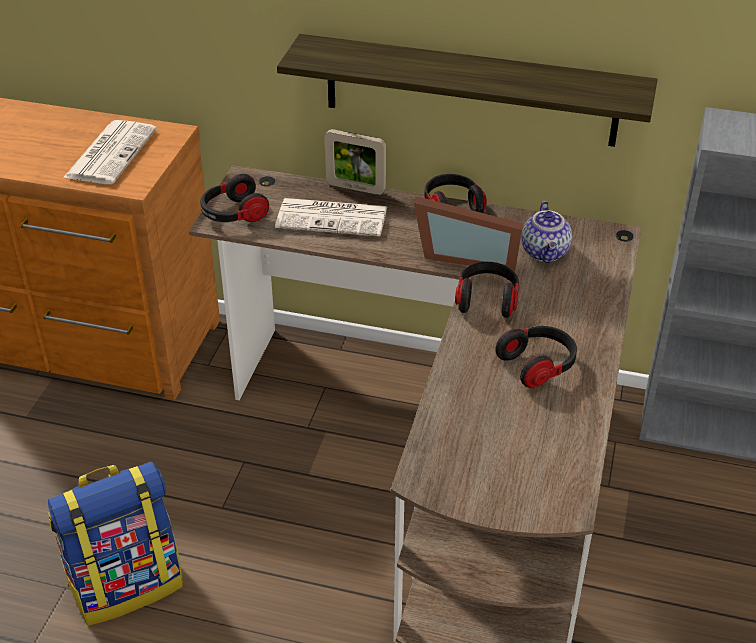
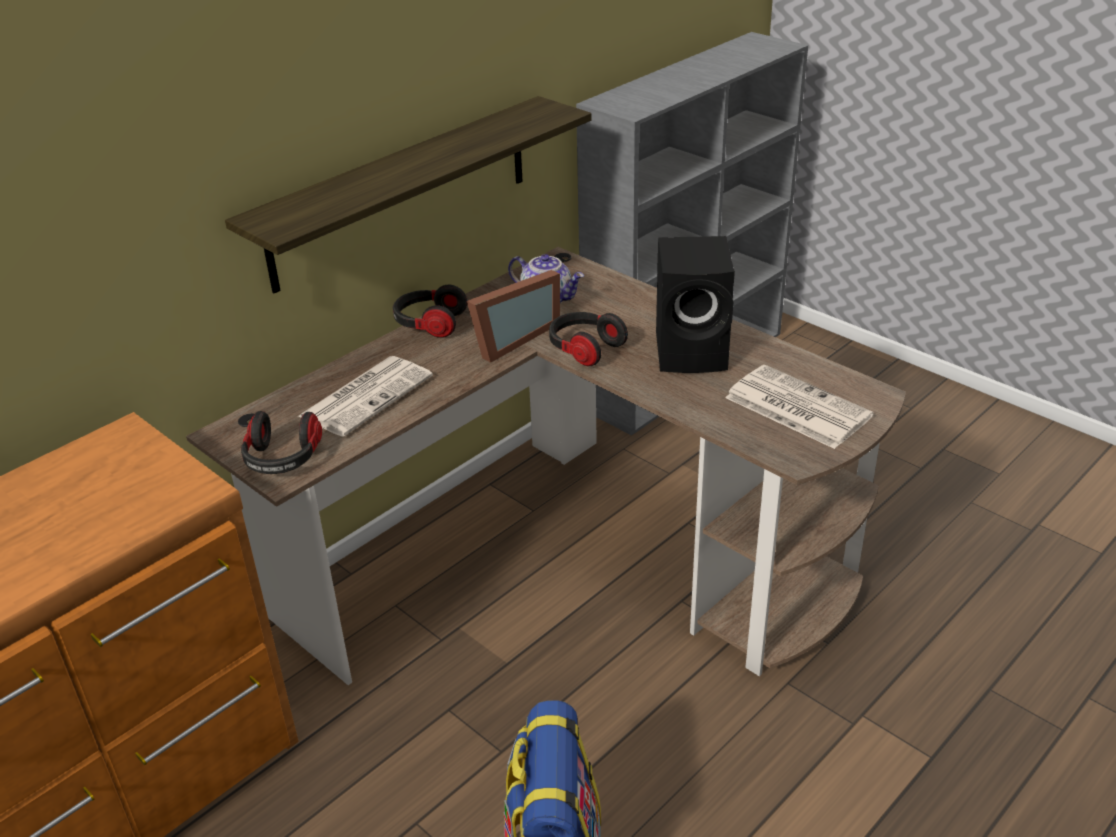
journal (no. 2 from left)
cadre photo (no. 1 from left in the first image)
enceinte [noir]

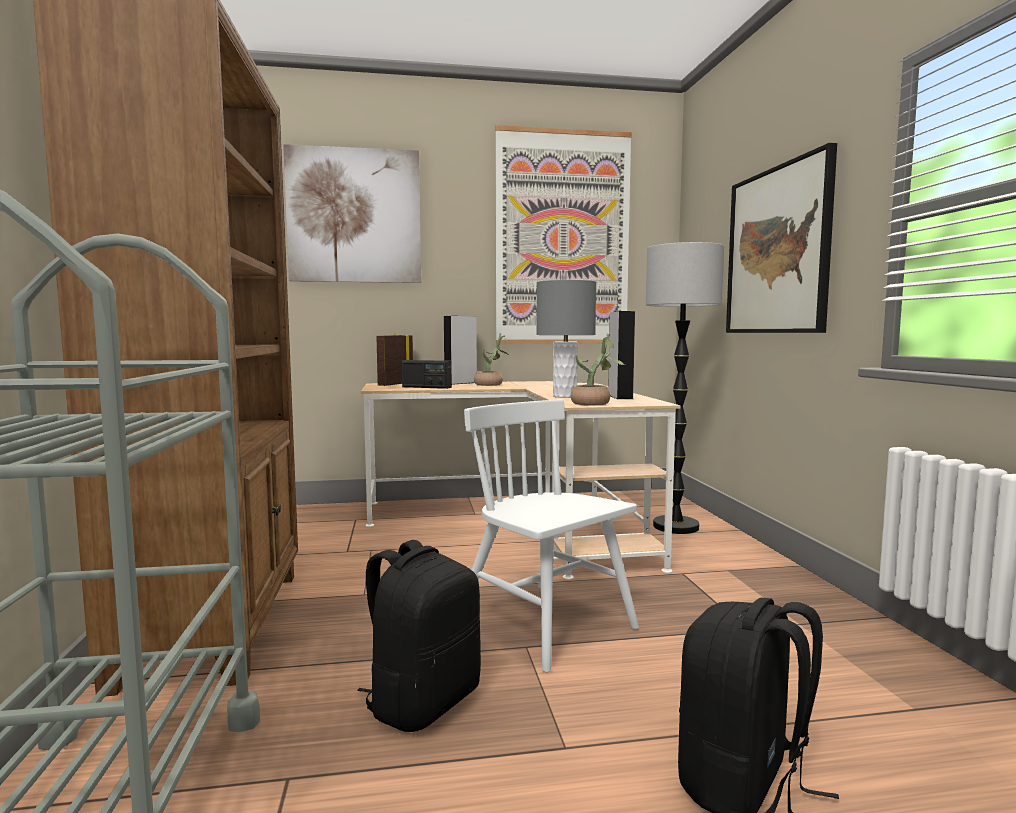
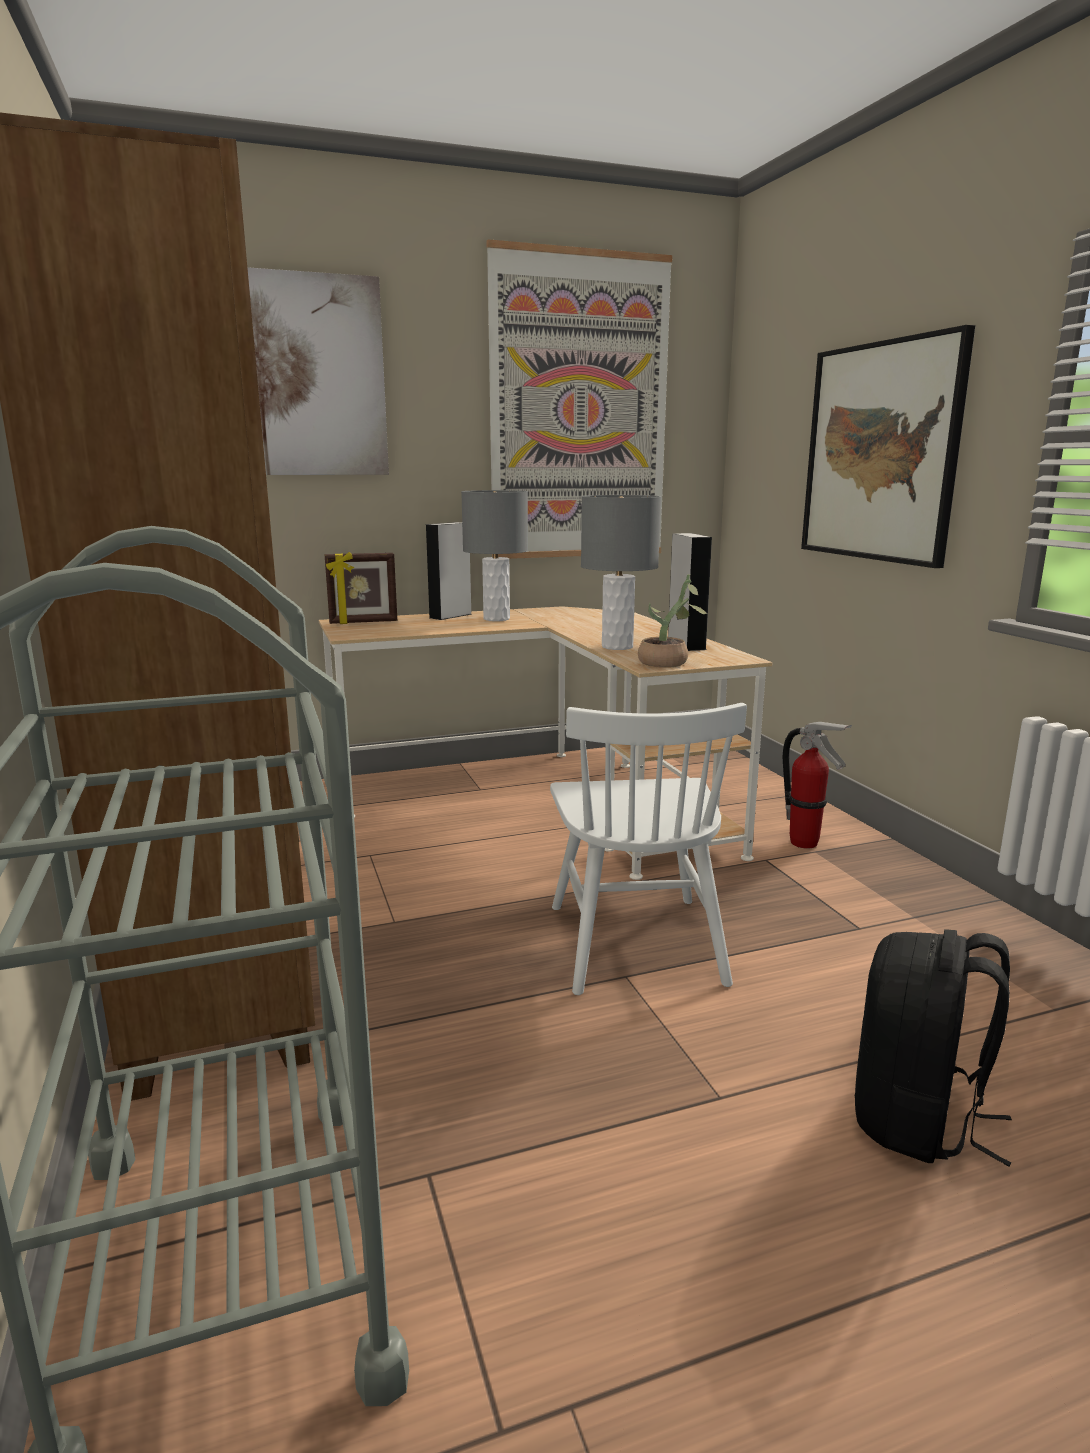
lampadaire
lampe de table [gris] (no. 1 from left)
cadre photo
radio
chaise [blanc]
sac à dos [noir] (no. 1 from left in the first image)
extincteur

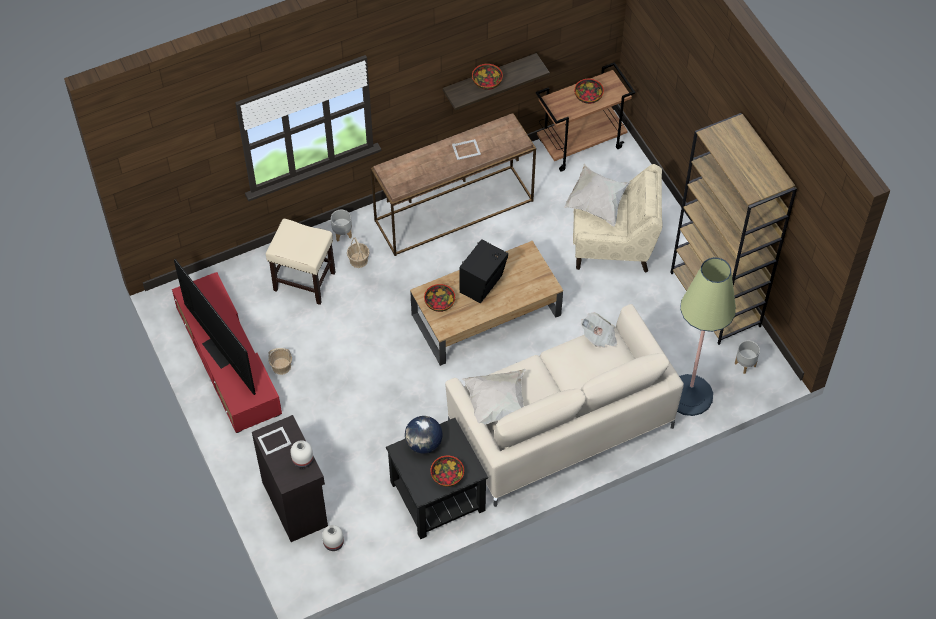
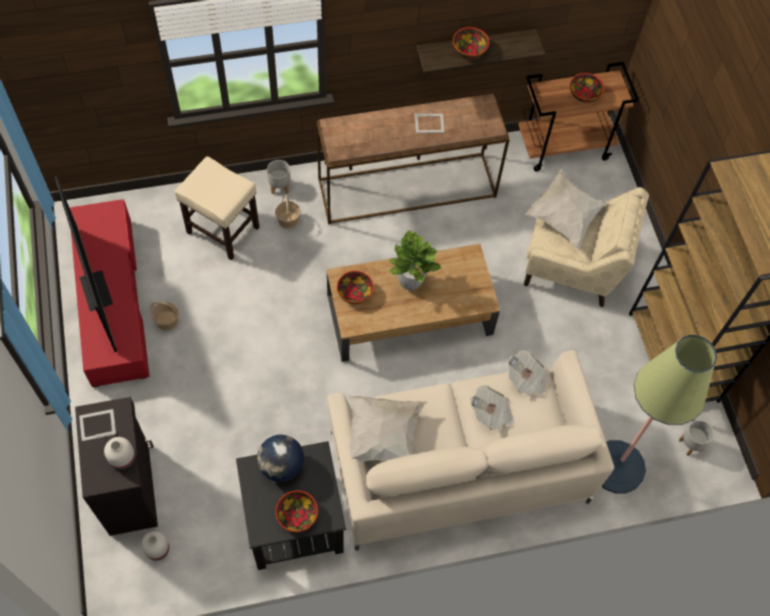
plante en pot
journal (no. 1 from left)

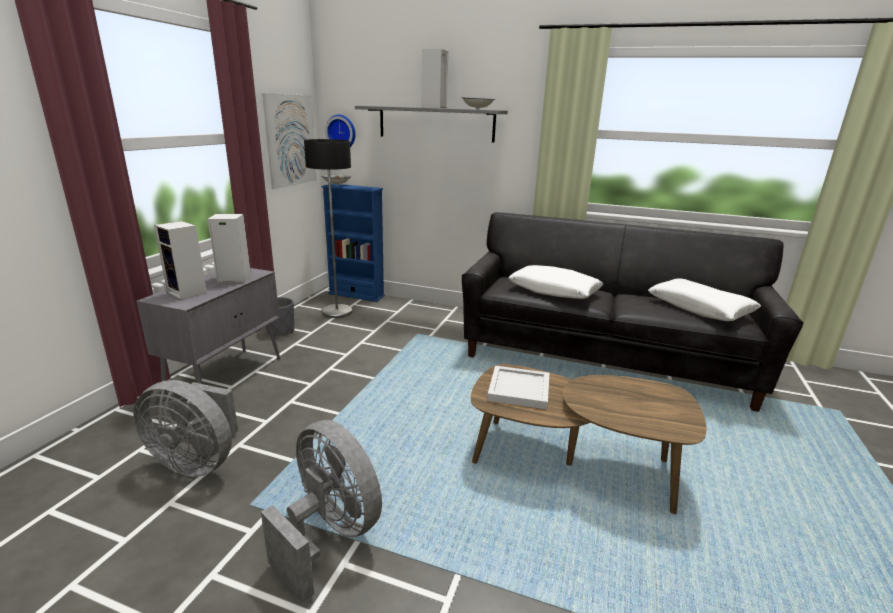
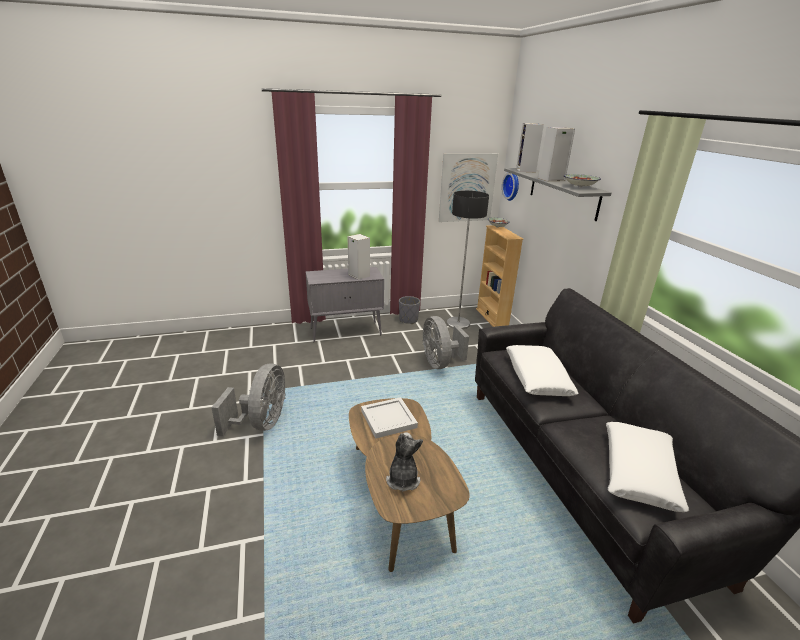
bibliothèque [beige]
enceinte (no. 2 from left)
ventilateur [gris] (no. 2 from left)
peluche

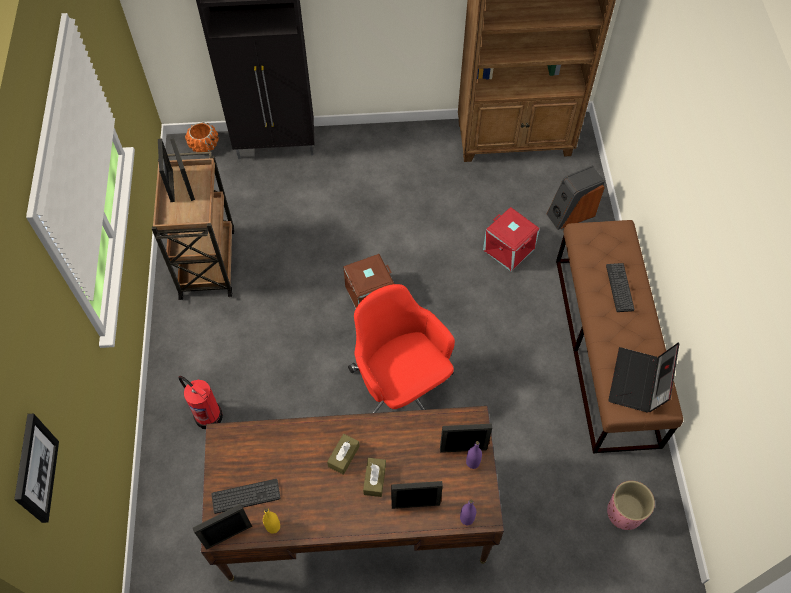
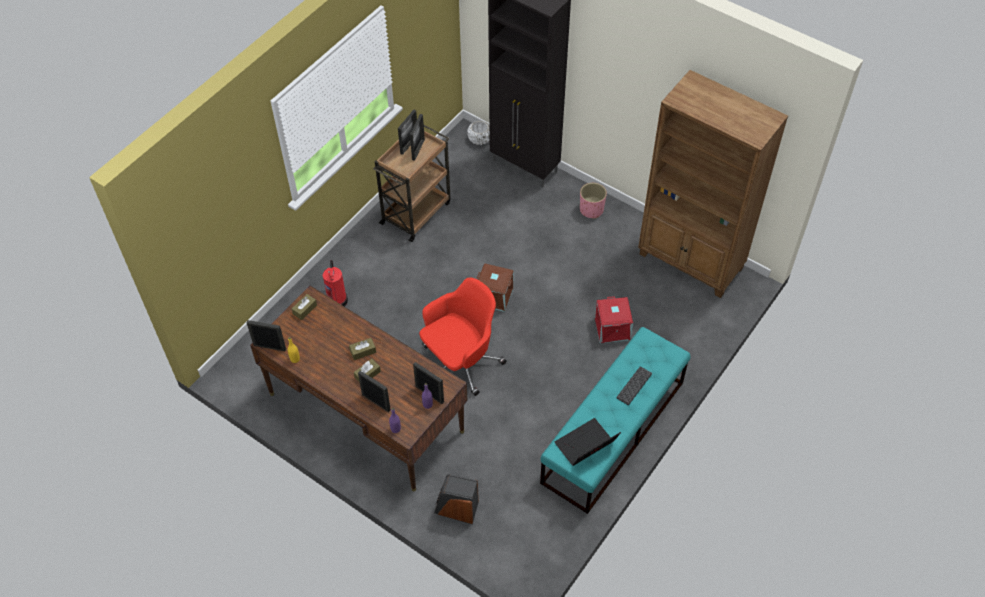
cache-pot [blanc]
enceinte
banc [turquoise]
chaise de bureau [rouge]
tableau
clavier (no. 1 from left in the first image)
cache-pot [rose]
boîte à mouchoirs [marron] (no. 1 from left)

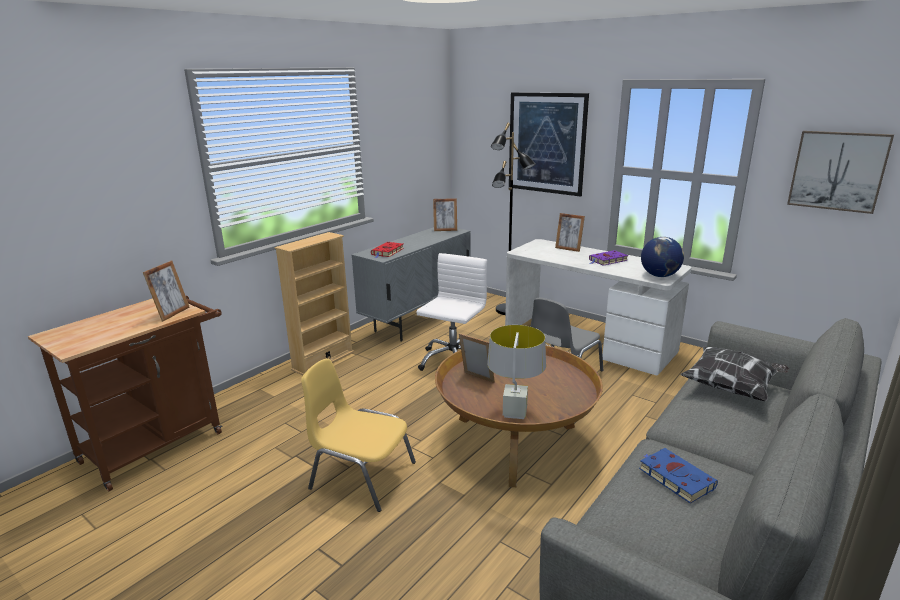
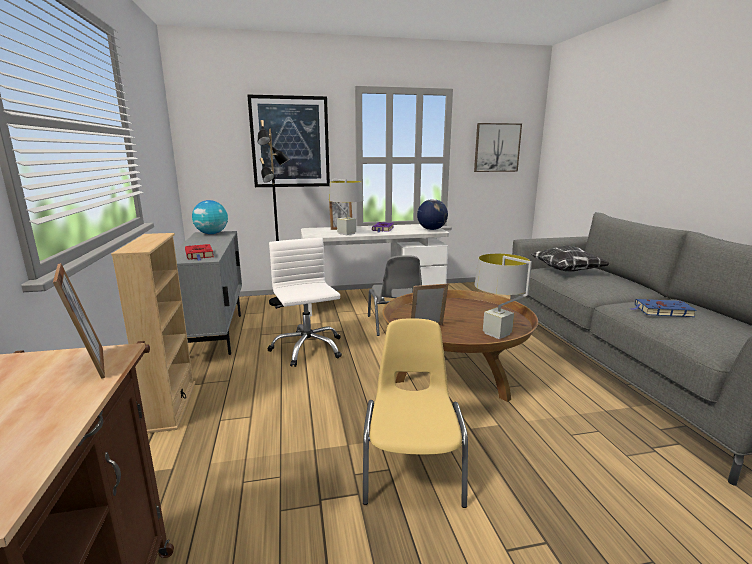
globe (no. 1 from left)
chaise [jaune]
lampe de table [gris] (no. 1 from left)

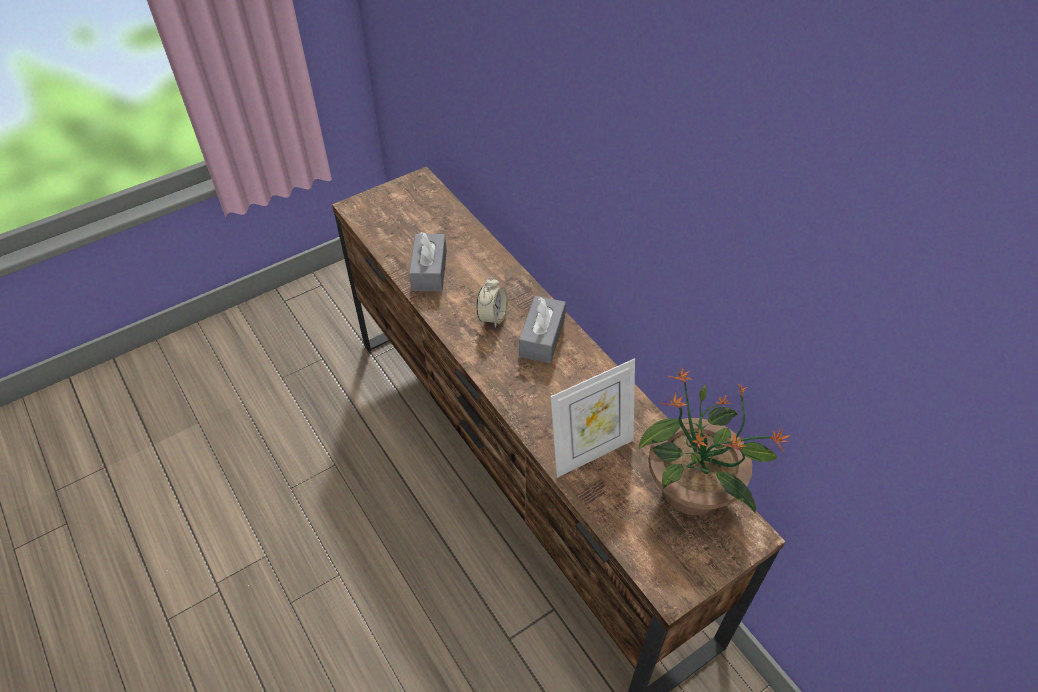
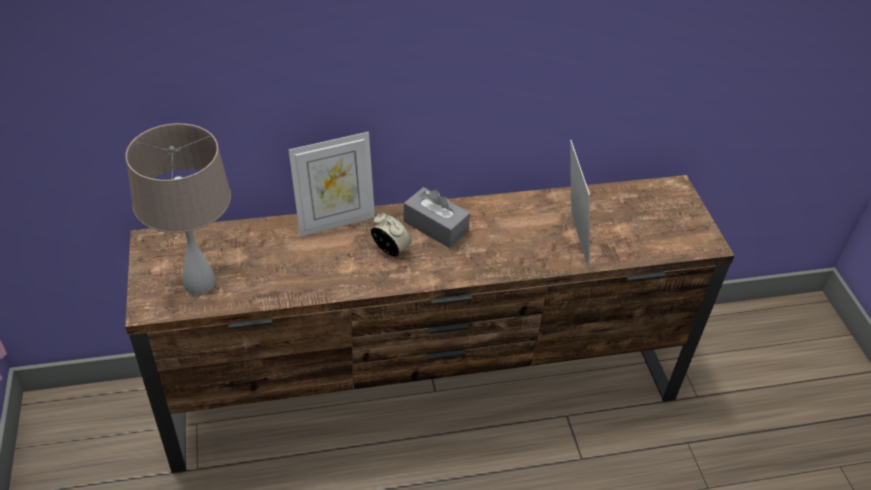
boîte à mouchoirs [gris] (no. 1 from left in the first image)
plante en pot
lampe de table [beige]
cadre photo (no. 1 from left)

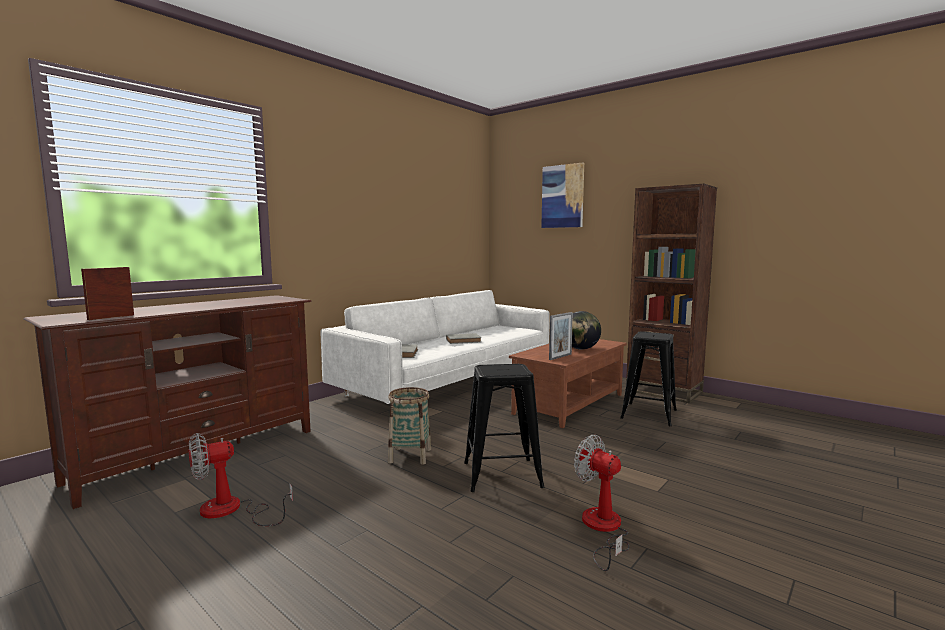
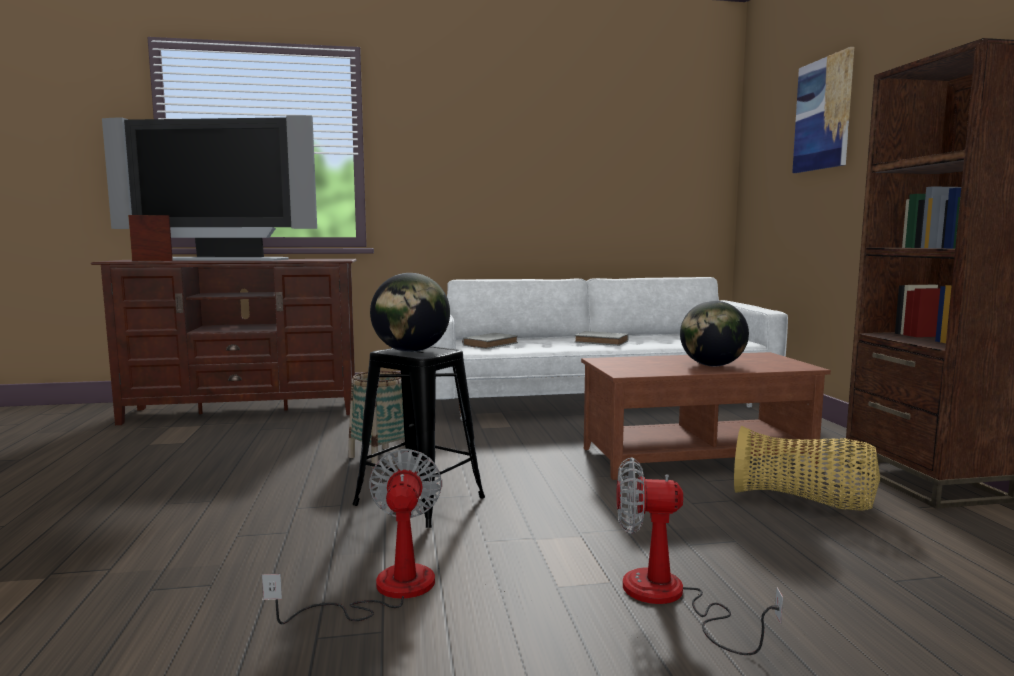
cadre photo (no. 2 from left in the first image)
panier (no. 2 from left)
ventilateur (no. 2 from left)
téléviseur
globe (no. 1 from left)

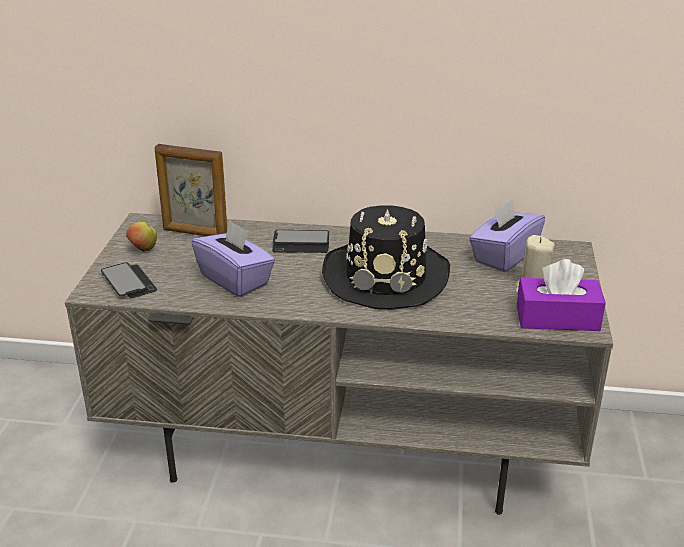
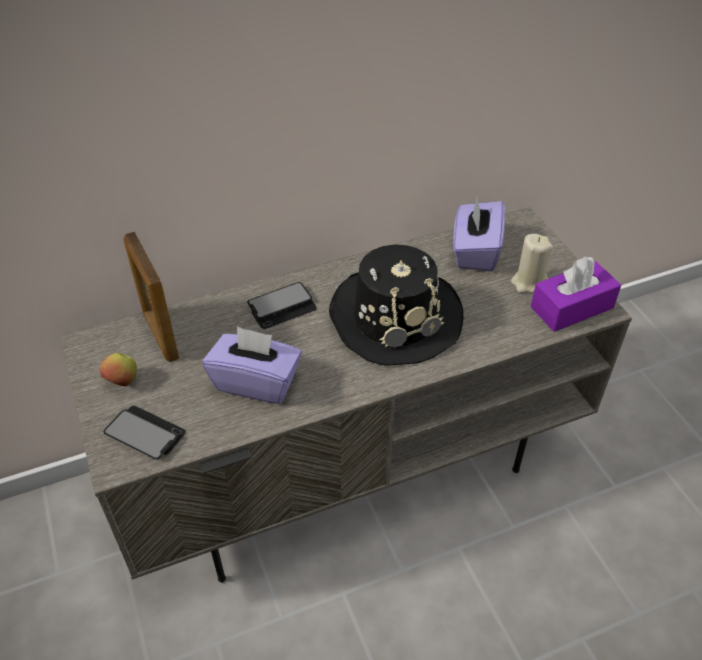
cadre photo

